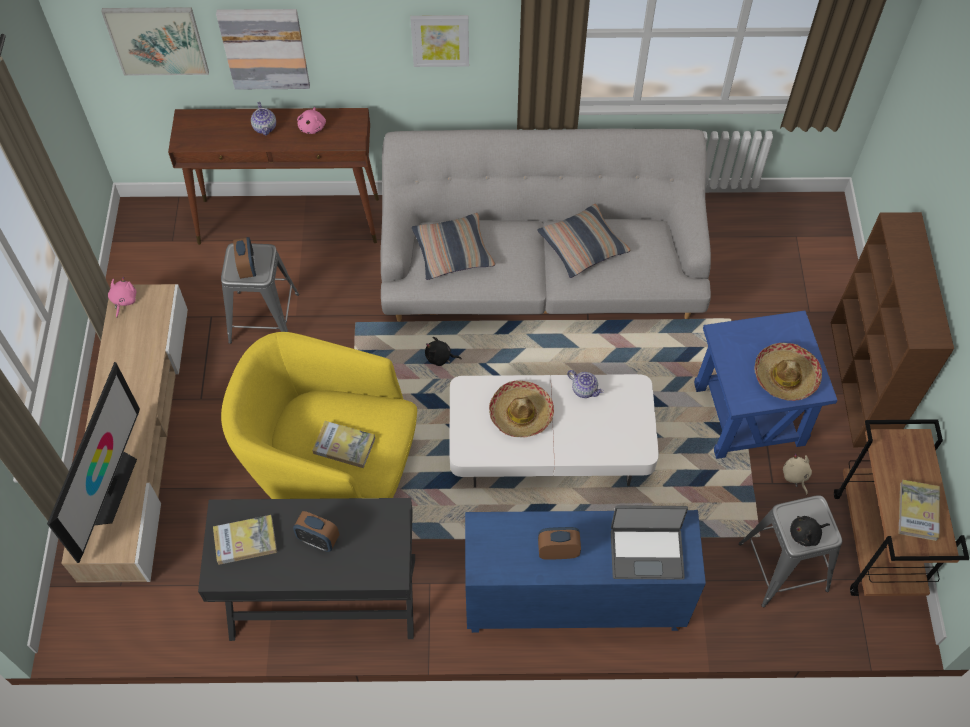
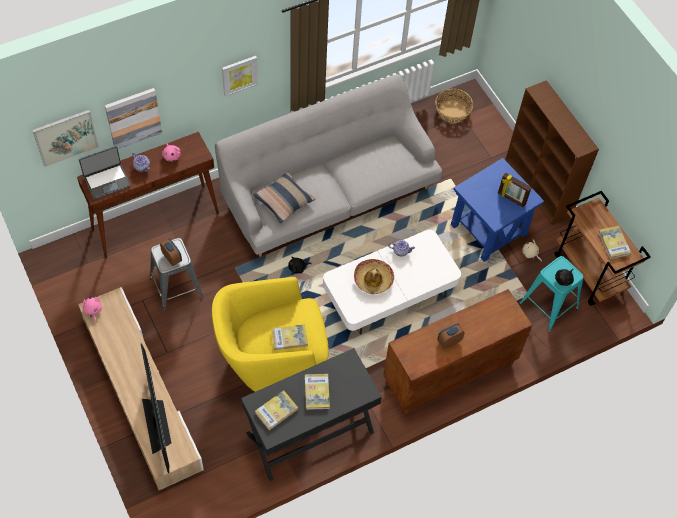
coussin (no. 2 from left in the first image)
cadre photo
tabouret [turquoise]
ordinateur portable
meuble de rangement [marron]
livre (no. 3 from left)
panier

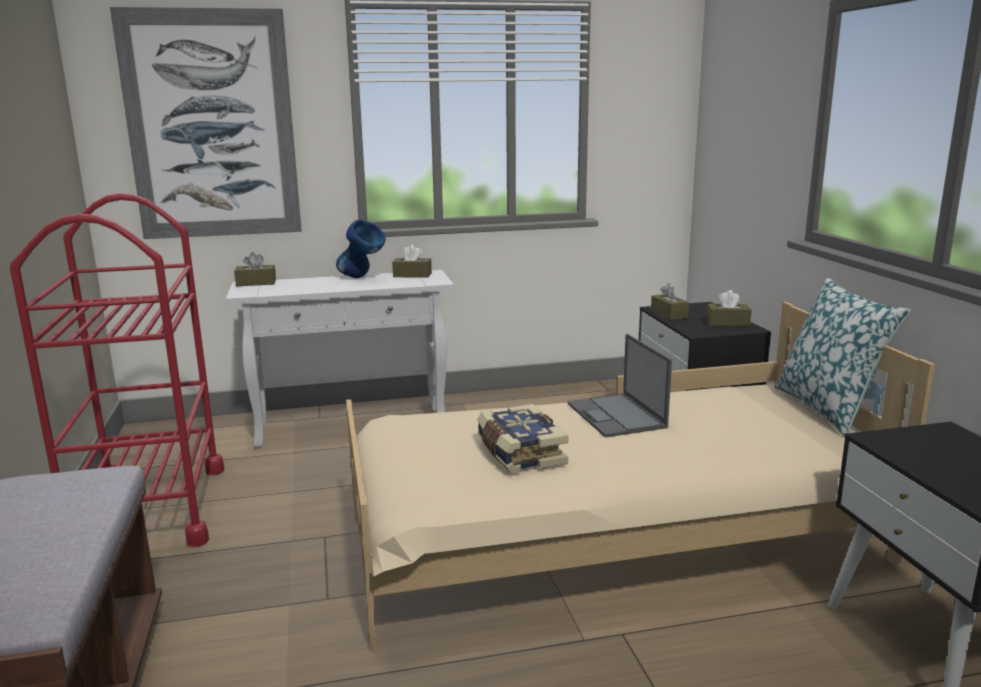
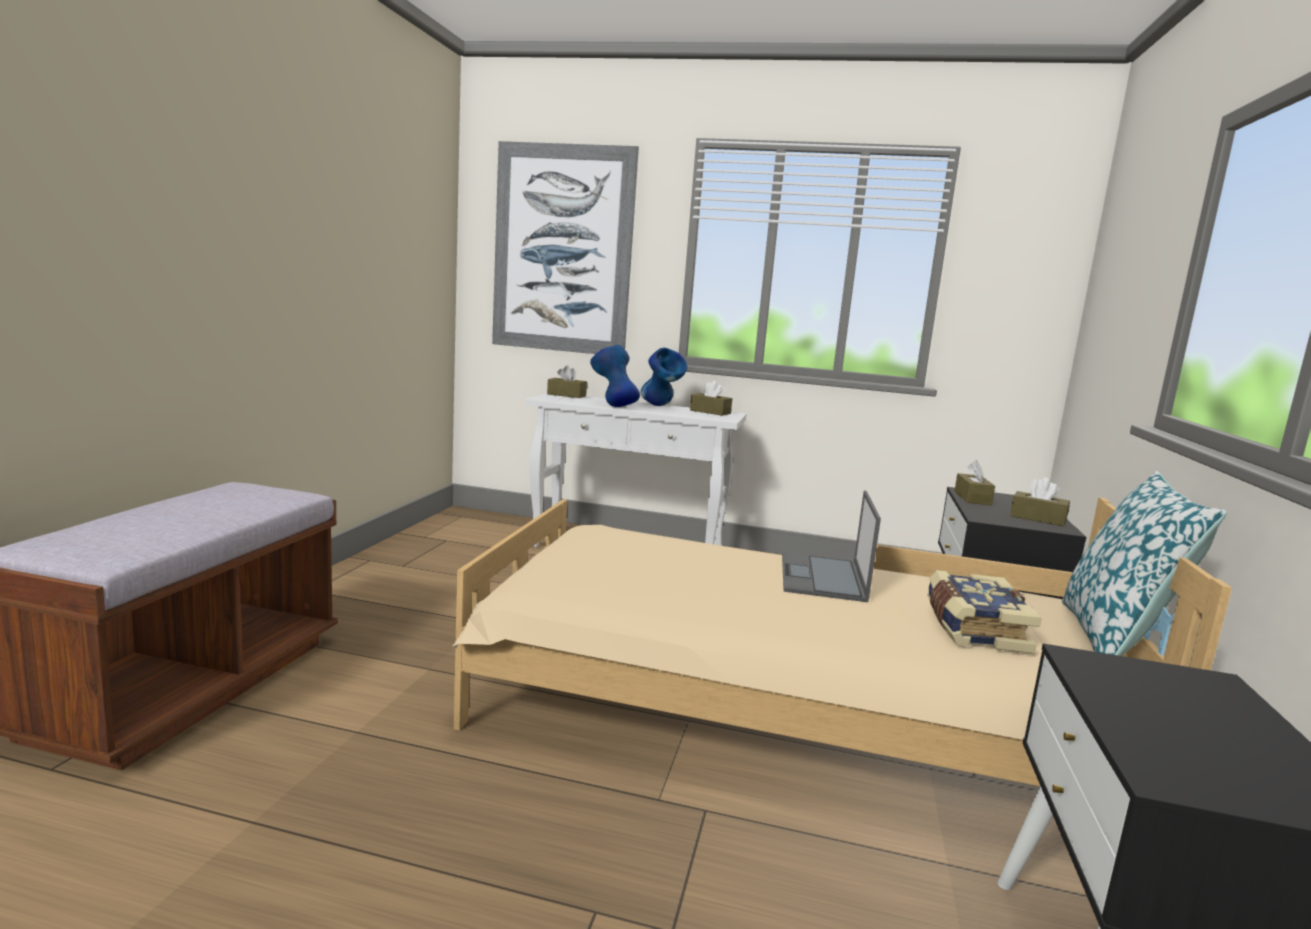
chariot [rouge]
livre
vase [bleu] (no. 1 from left)

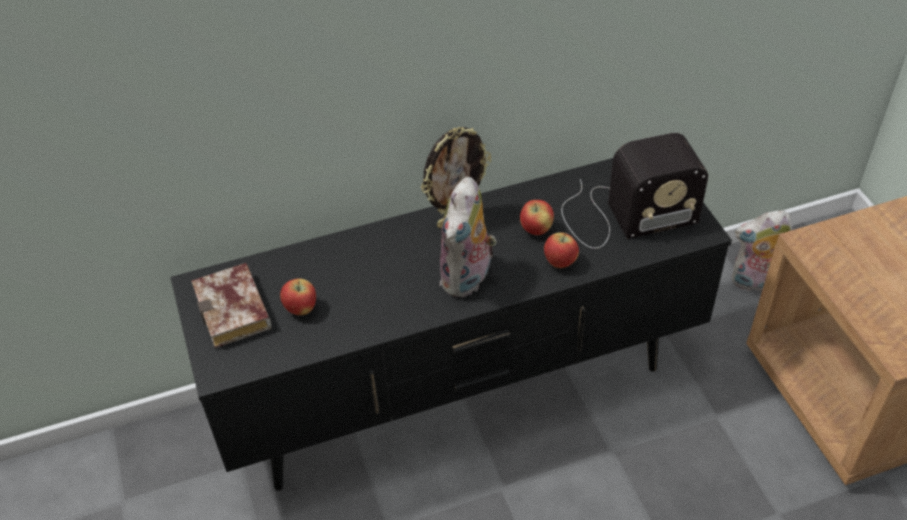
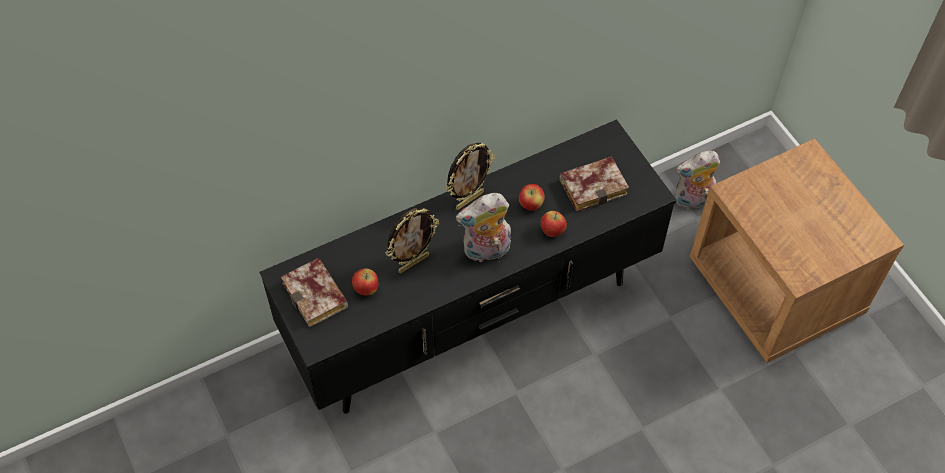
livre (no. 2 from left)
peluche (no. 1 from left)
cadre photo (no. 1 from left)

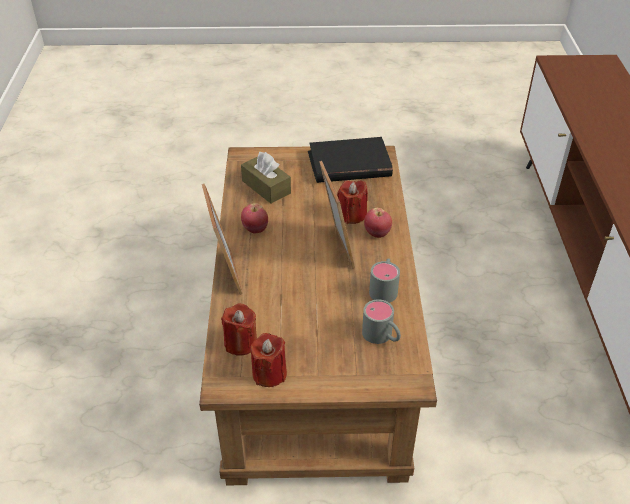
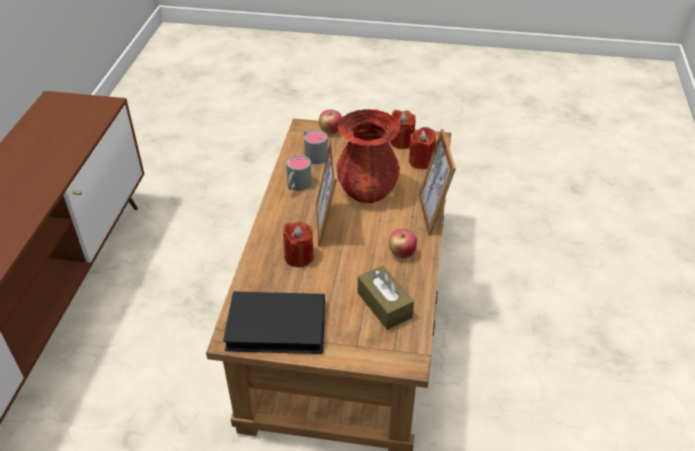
pomme (no. 1 from left)
vase [rouge]

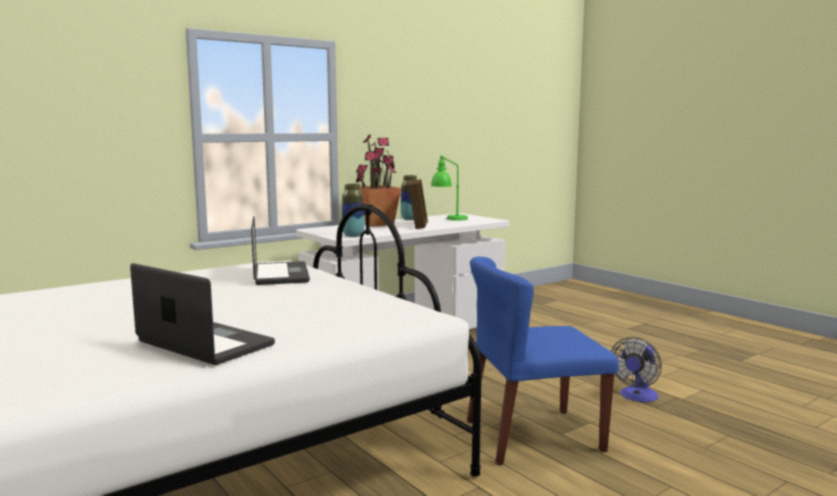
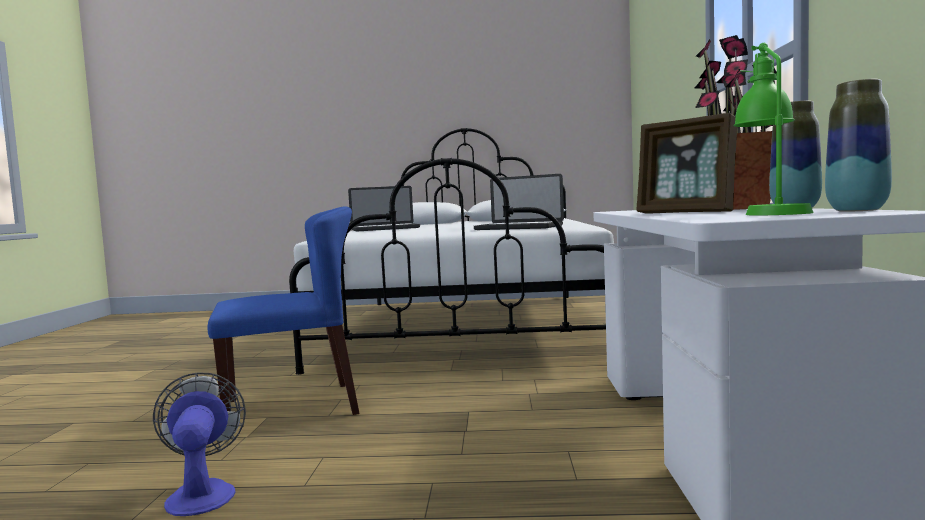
vase (no. 2 from left)
chaise [bleu]

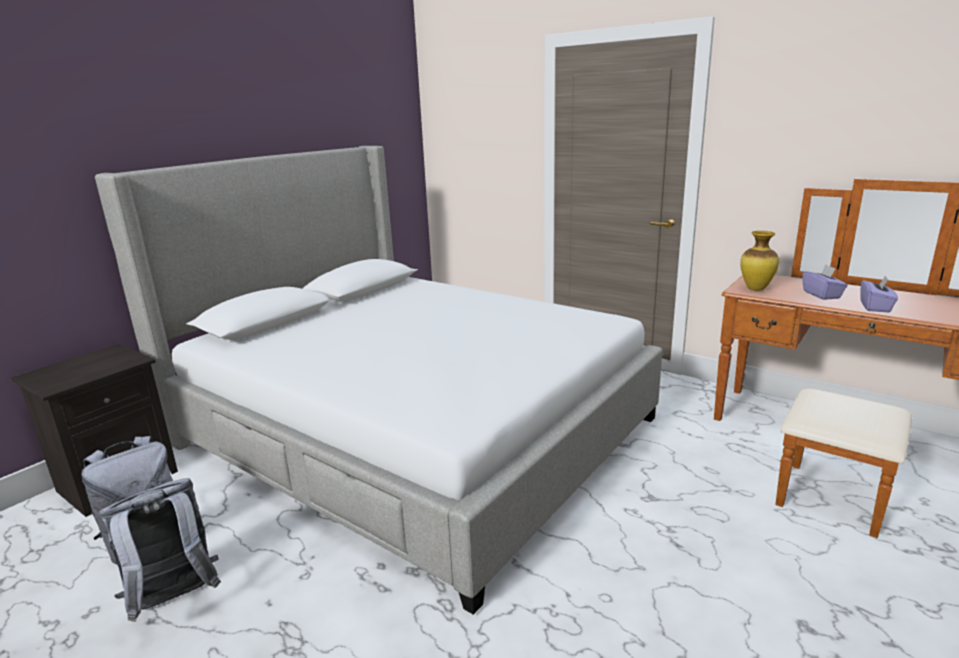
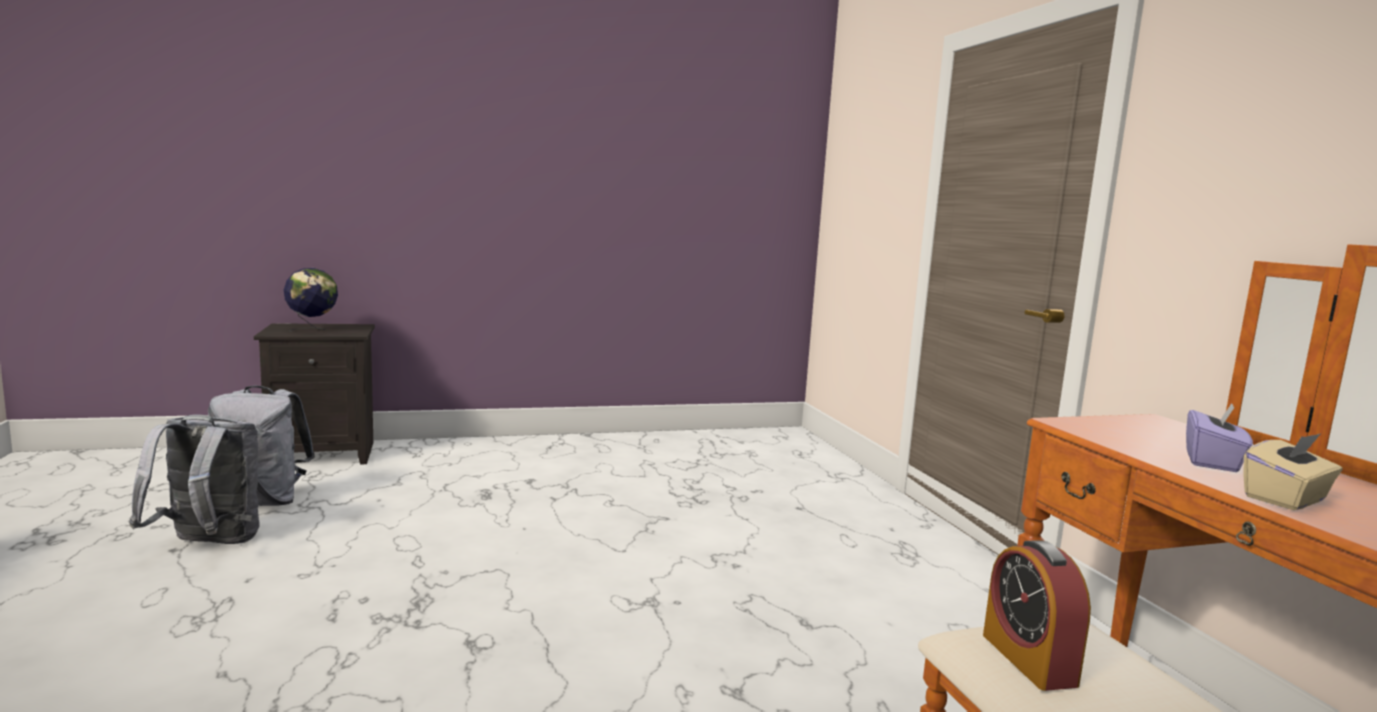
lit
vase
boîte à mouchoirs [beige]
globe
réveil

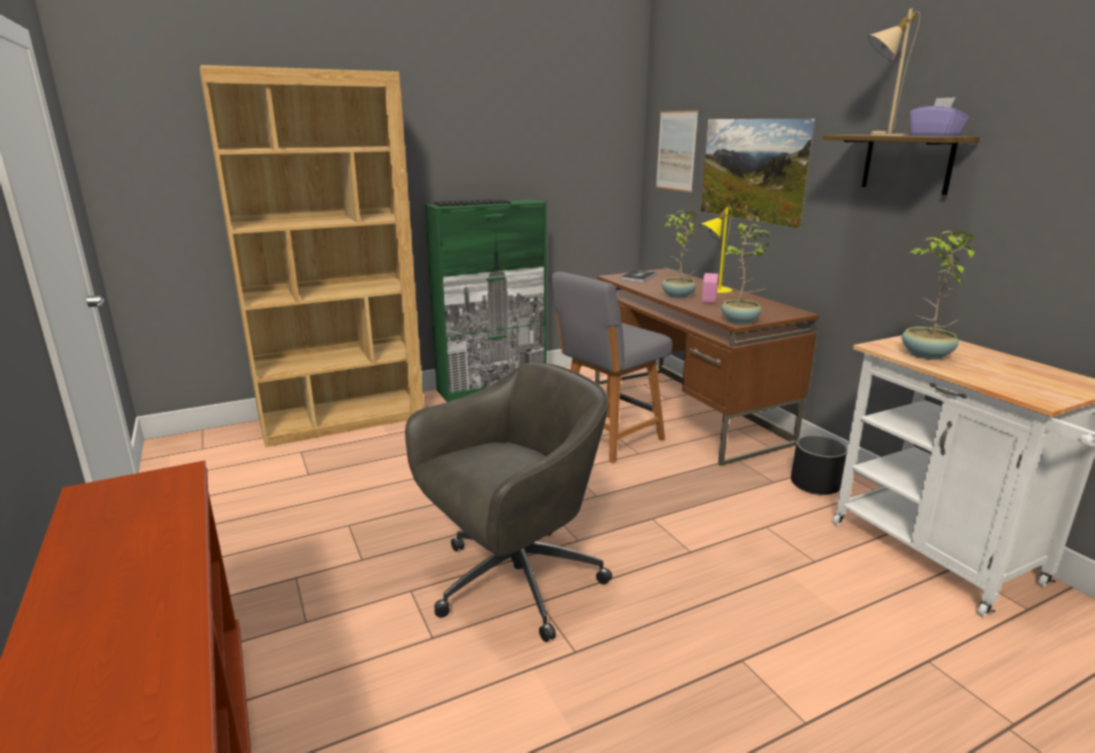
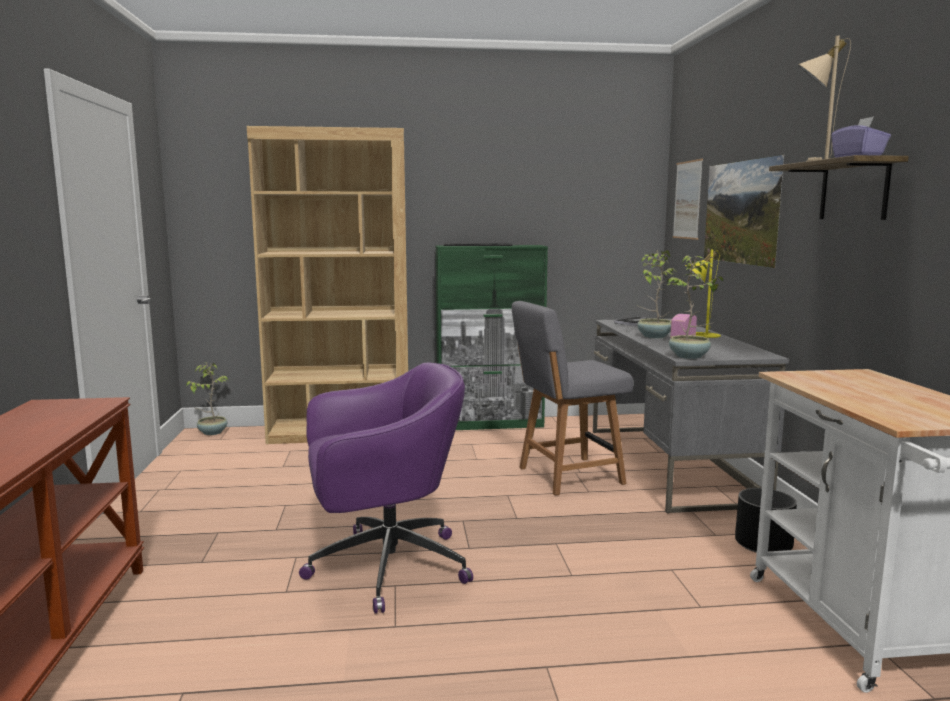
plante en pot (no. 1 from left)
bureau [gris]
chaise de bureau [violet]

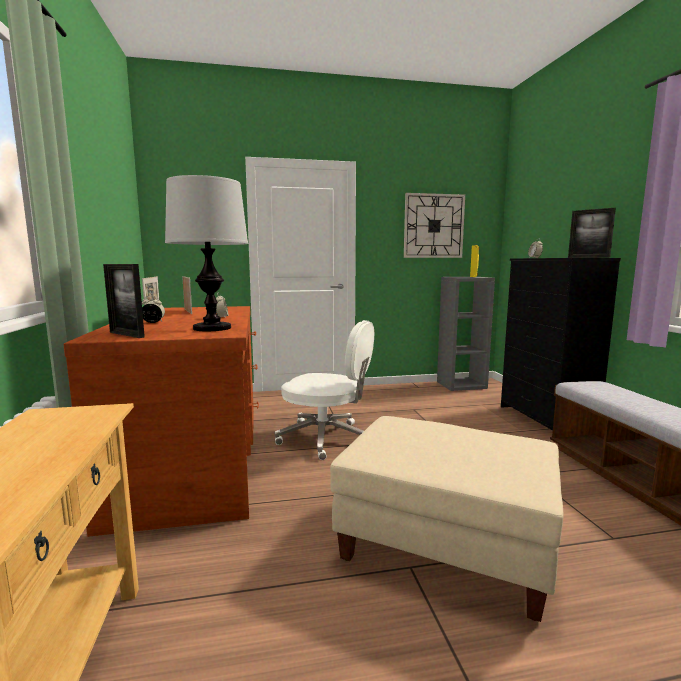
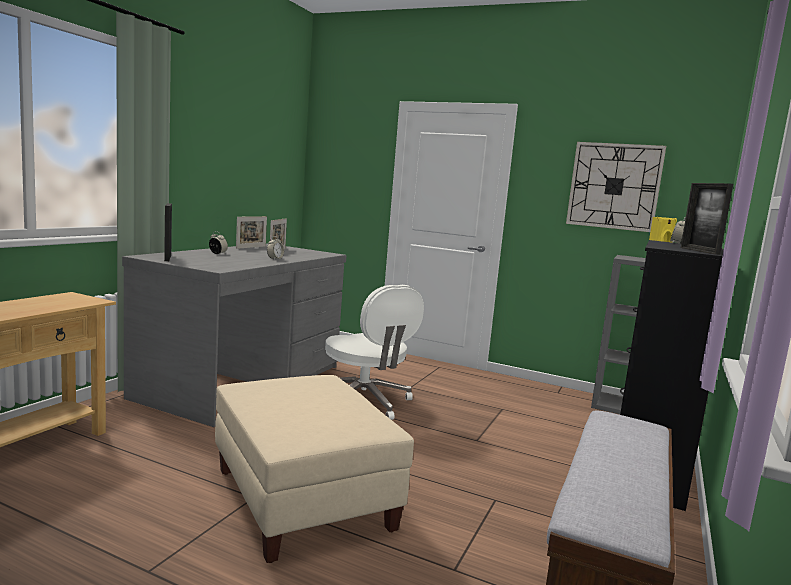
lampe de table
bureau [gris]

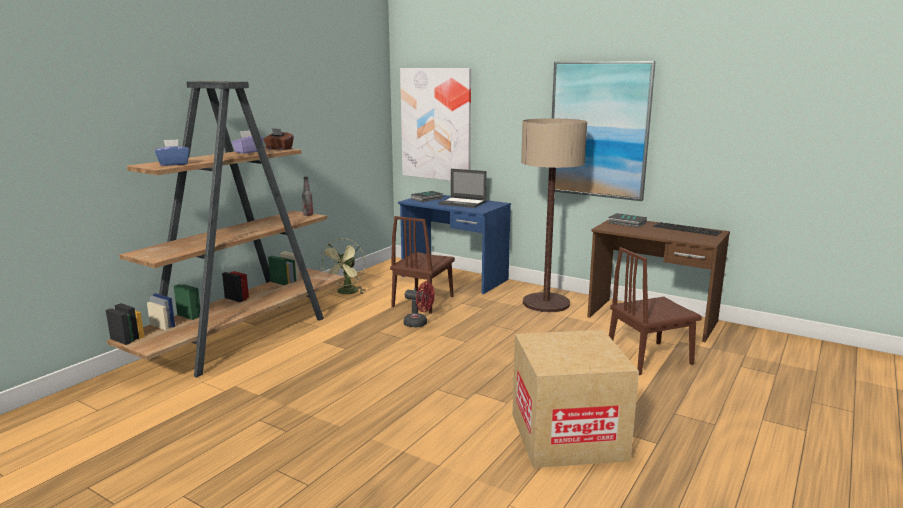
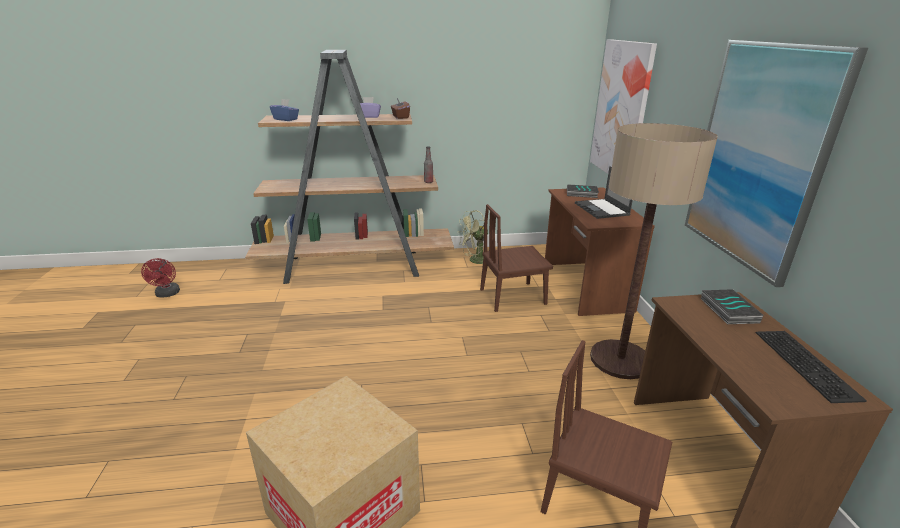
bureau [marron] (no. 1 from left)
ventilateur [rouge]

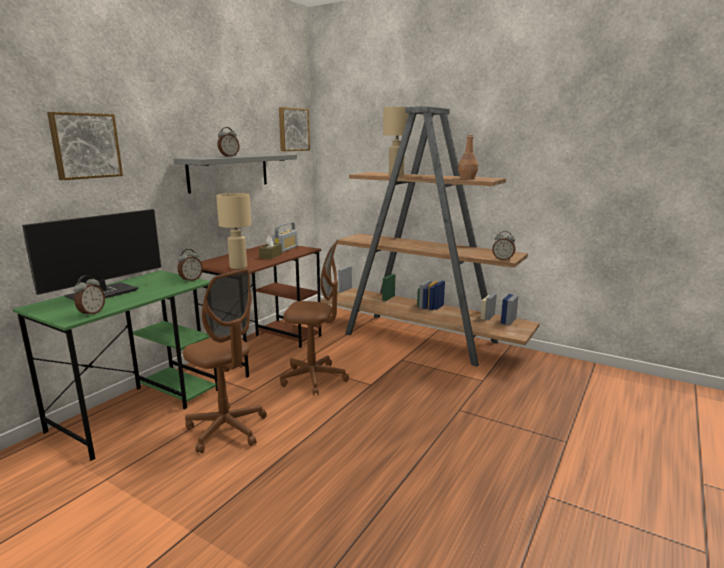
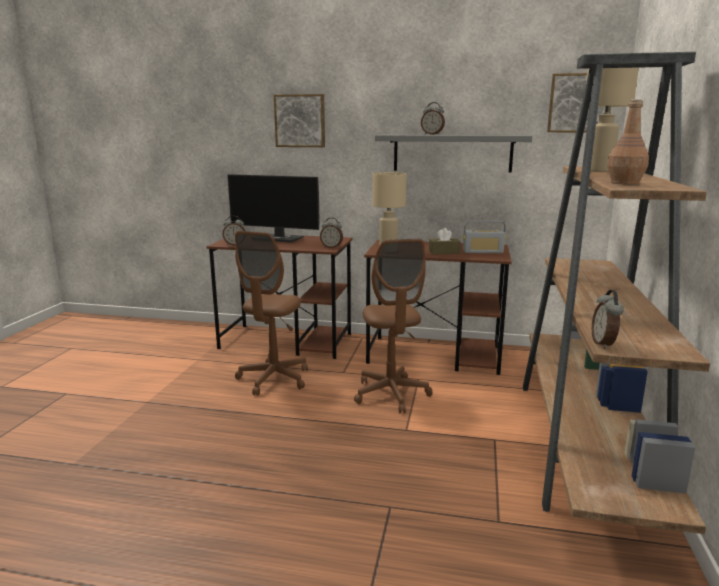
bureau [marron] (no. 1 from left)

